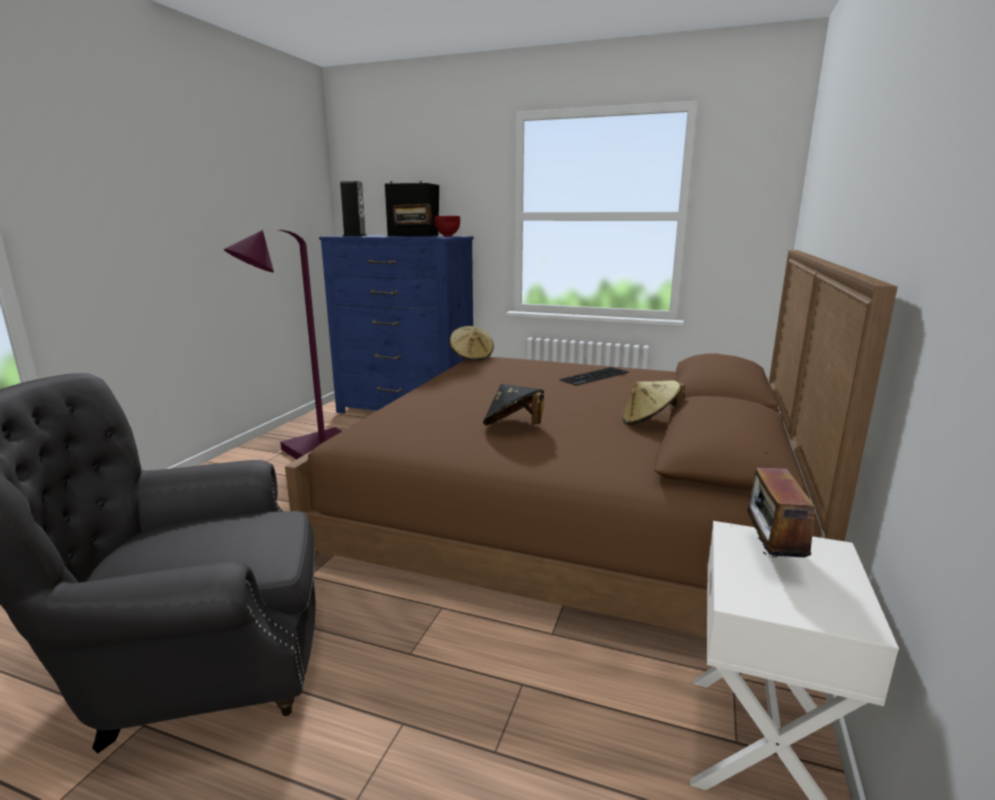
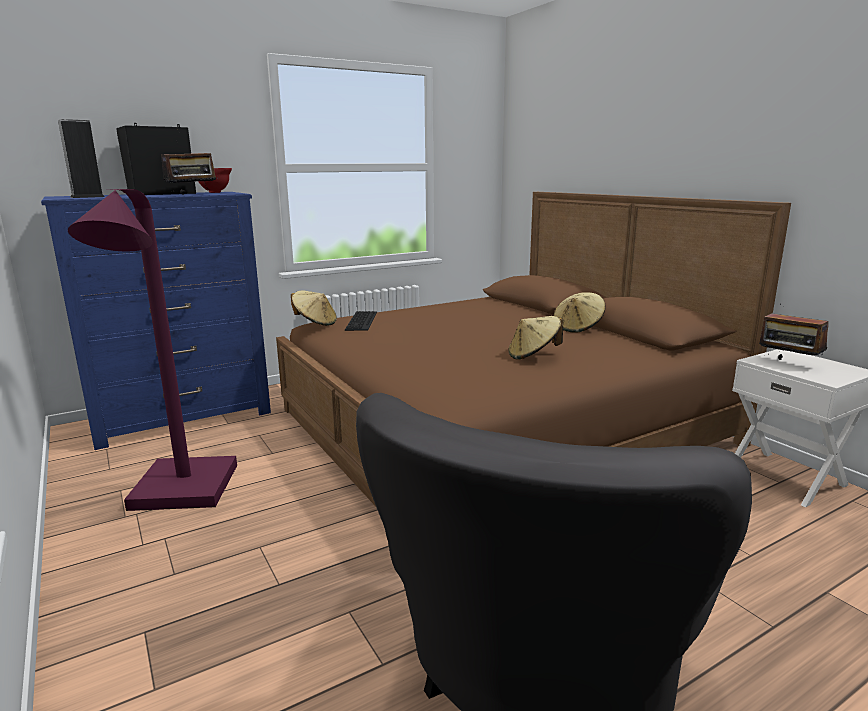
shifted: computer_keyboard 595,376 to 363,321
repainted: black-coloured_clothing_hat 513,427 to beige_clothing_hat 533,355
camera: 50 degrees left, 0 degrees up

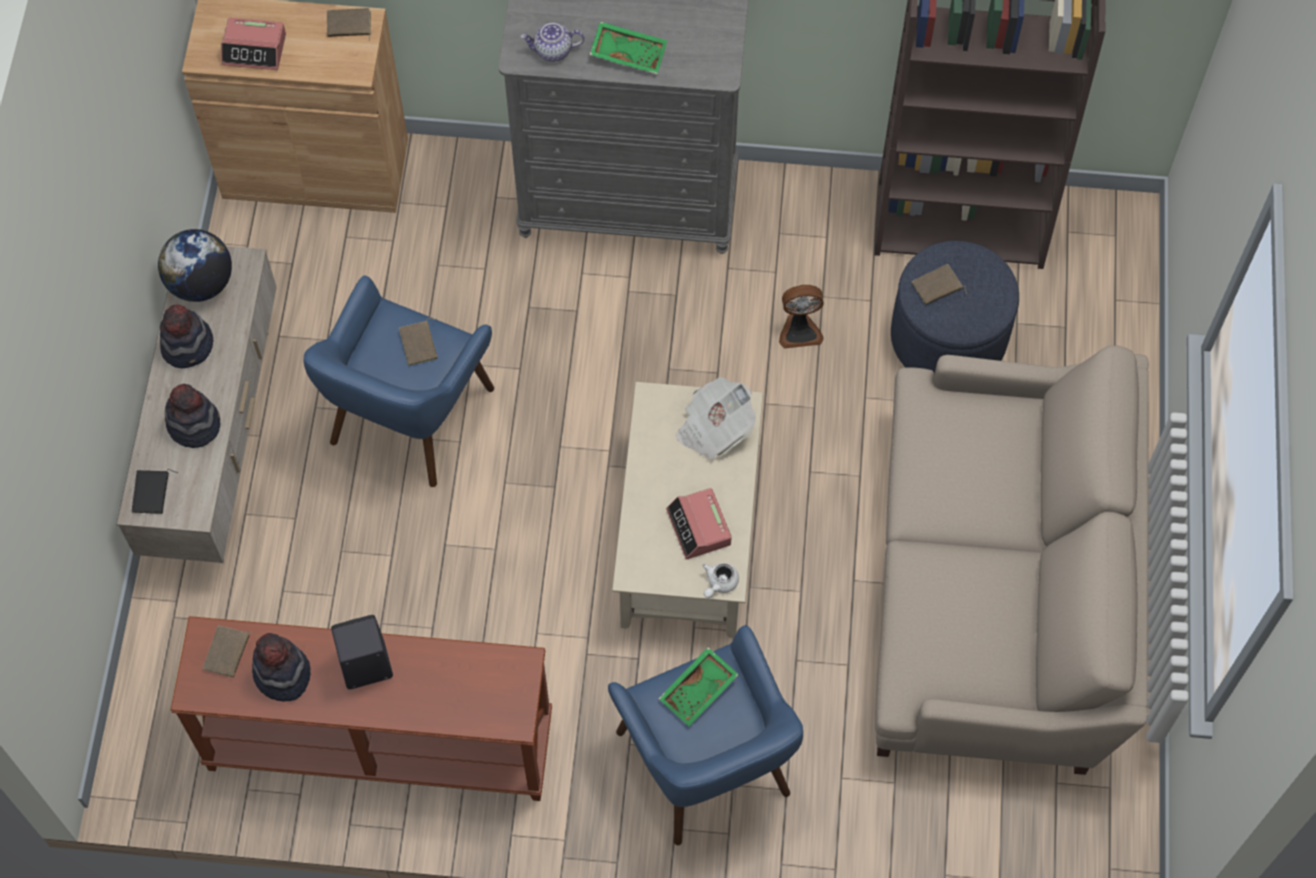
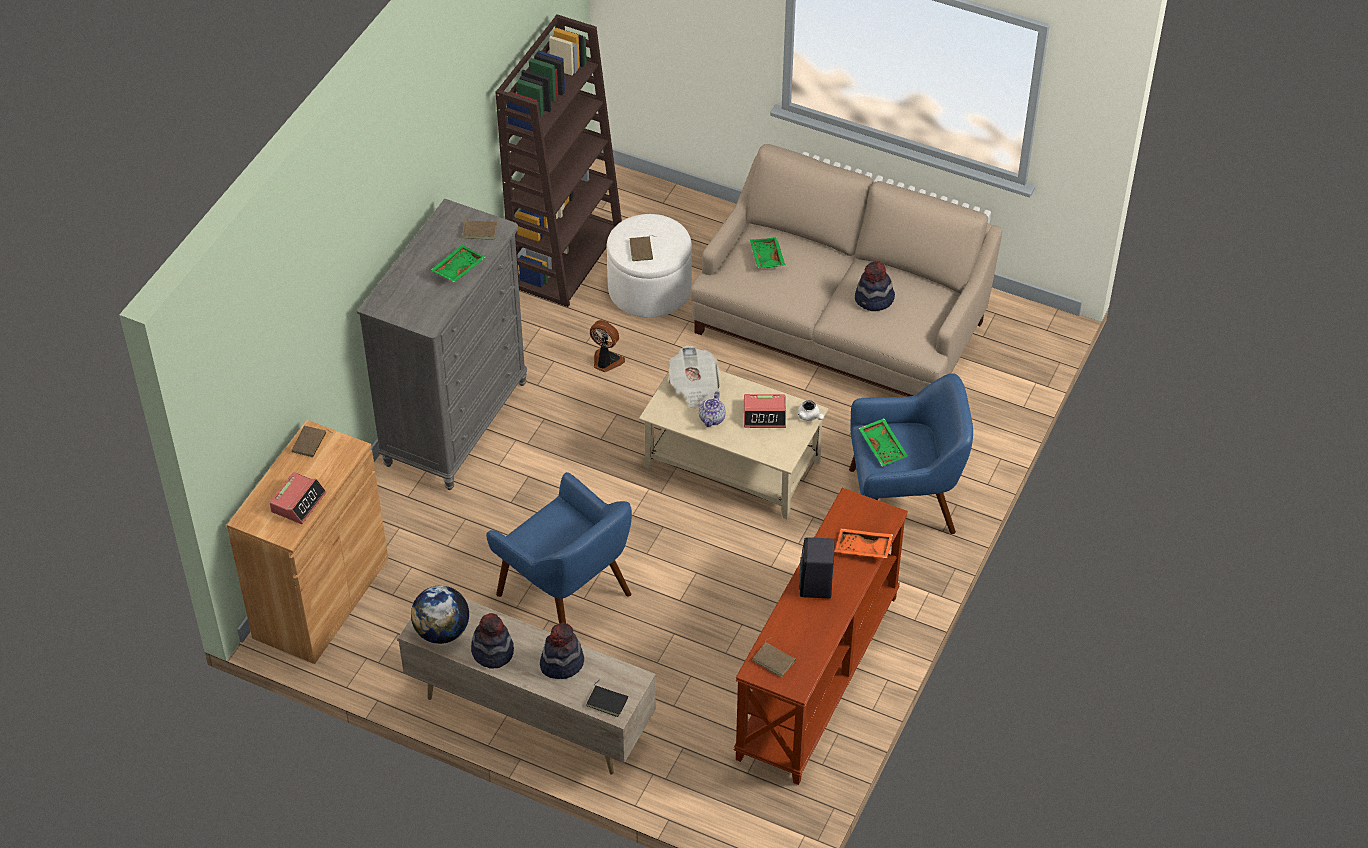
new: green_tray 766,258; orange_tray 863,549
shifted: teapot 553,51 to 712,419; brown_bound_book 420,344 to 480,230; clothing_hat 282,674 to 874,299
repainted: blue-coloured_footrest 948,337 to white_footrest 649,290
rotated: electric_fan 799,330 = 606,362 75 degrees counterclockwise
camera: 70 degrees left, 15 degrees down

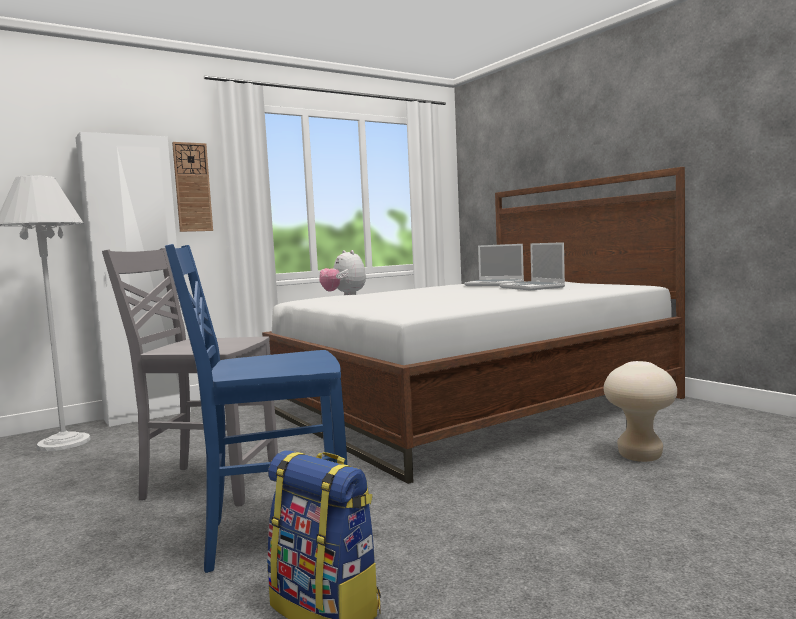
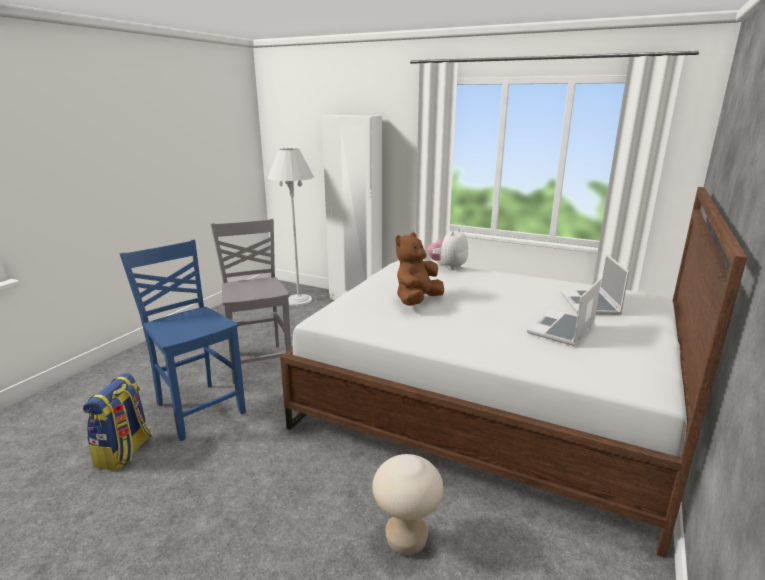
gone: clock_on_the_wall 192,187
new: brown_plush_toy 417,301
camera: 60 degrees right, 15 degrees up

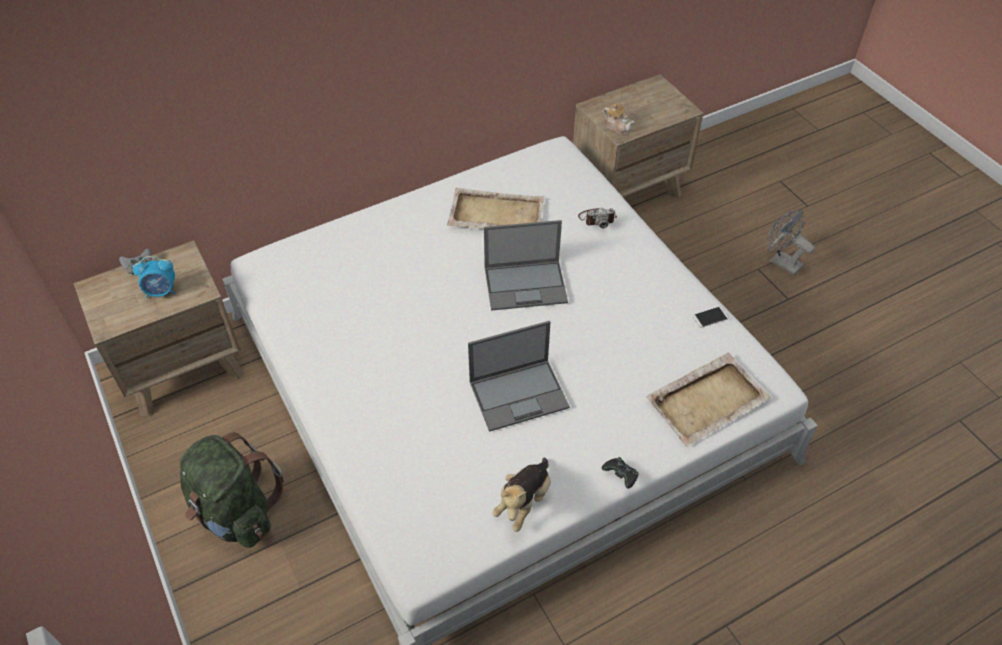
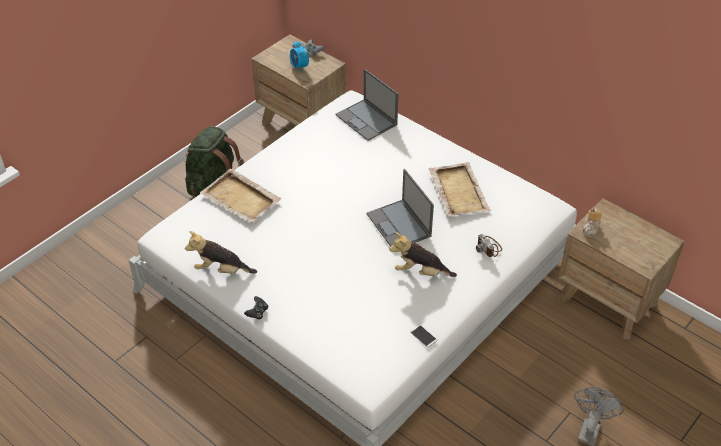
new: plush_toy 420,272
shifted: notebook_computer 519,394 to 367,120; beige_tray 708,400 to 241,198
camera: 70 degrees right, 5 degrees down

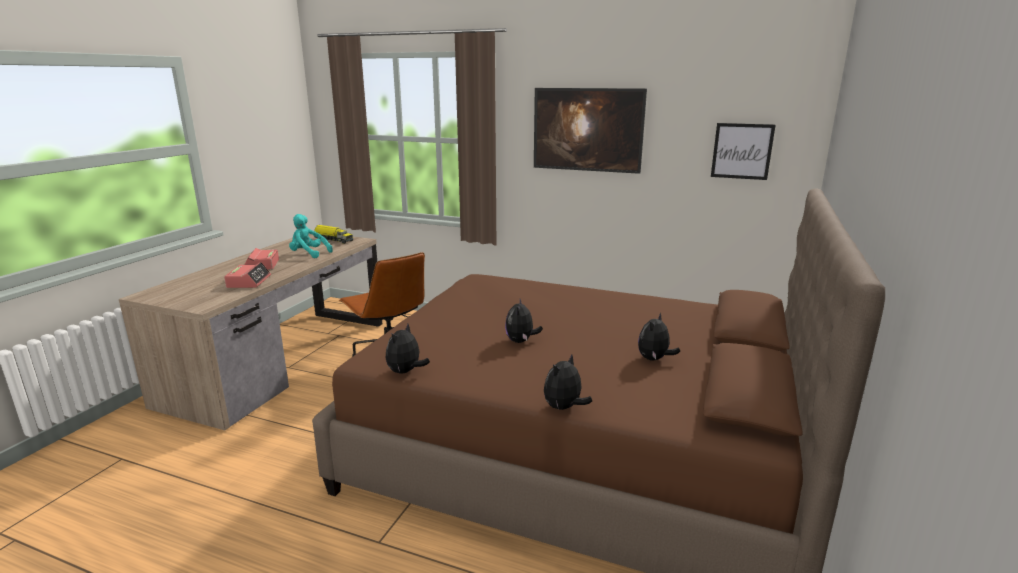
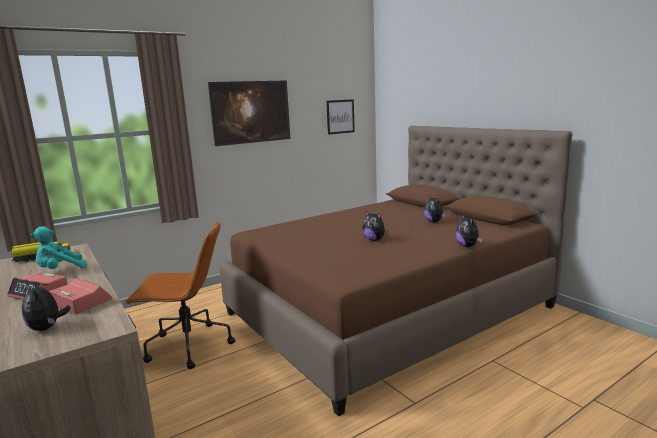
shifted: plush_toy 406,372 to 47,328
camera: 55 degrees left, 5 degrees down

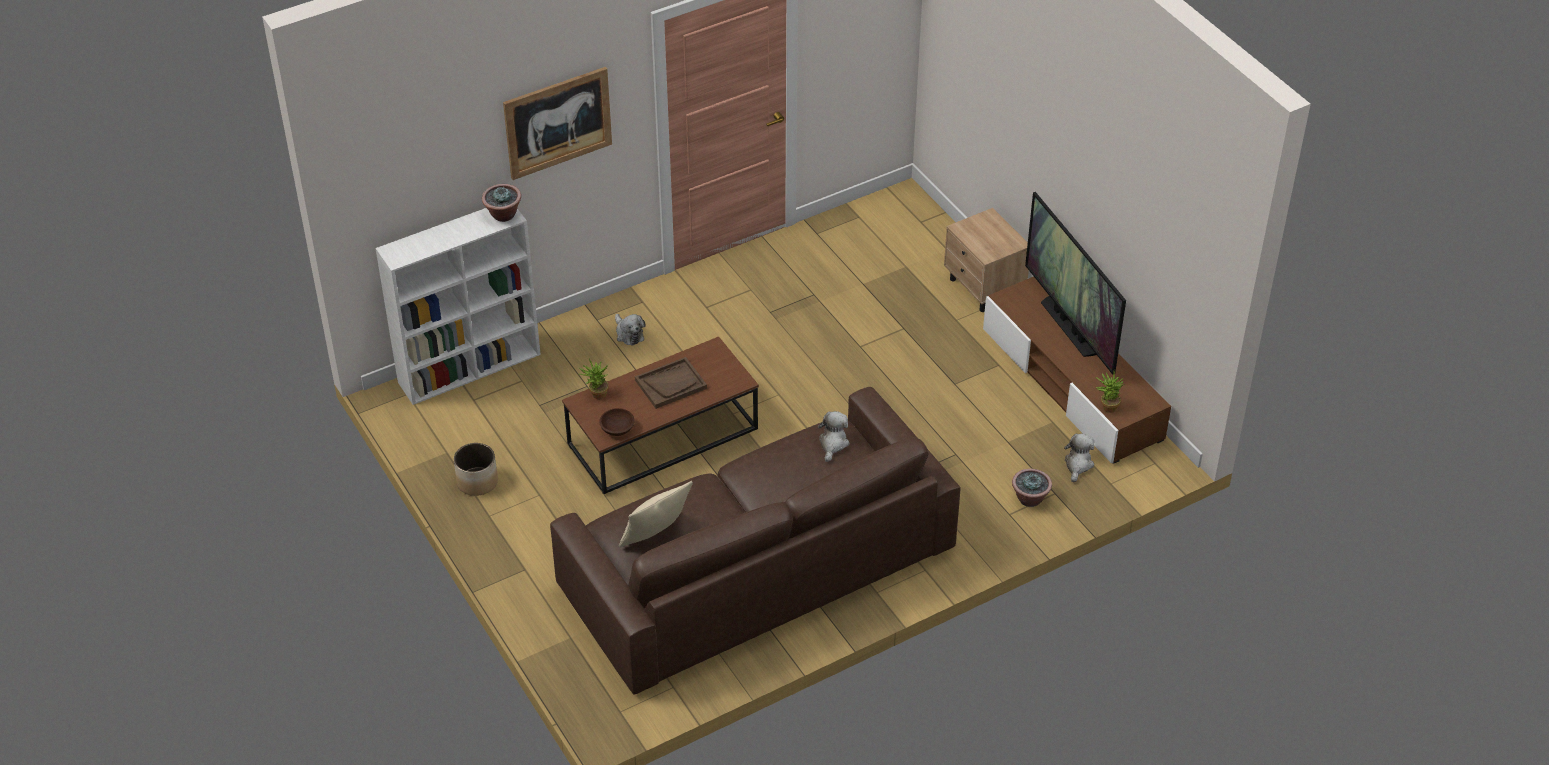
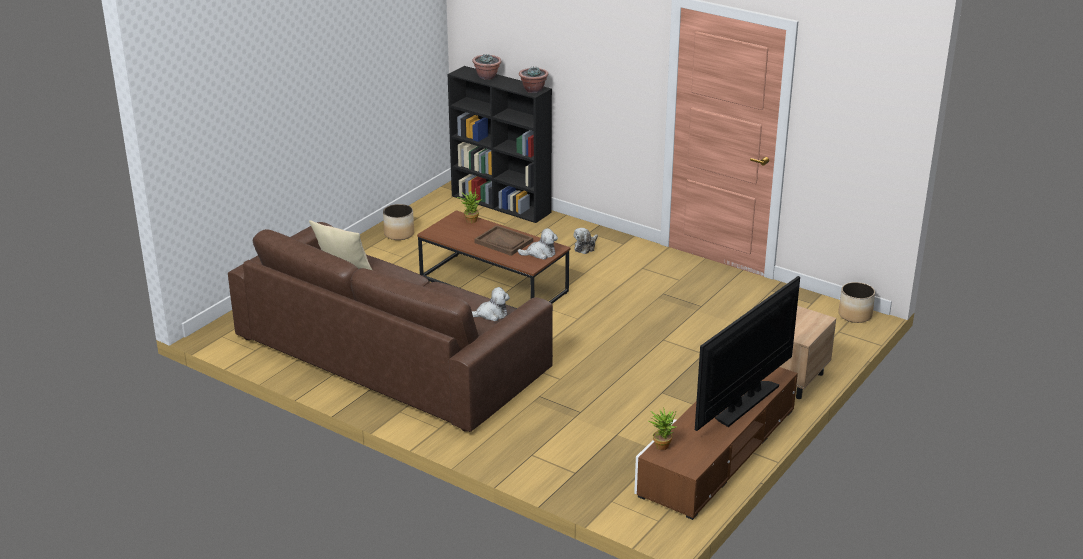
gone: wall_picture 558,122; brown_deep_dish 617,428
new: planter 855,315
shifted: plush_toy 1078,464 to 540,253; plant_in_a_pot 1030,499 to 487,76
repainted: white_shelving_unit 470,367 to black-coloured_shelving_unit 502,204
camera: 65 degrees right, 15 degrees down

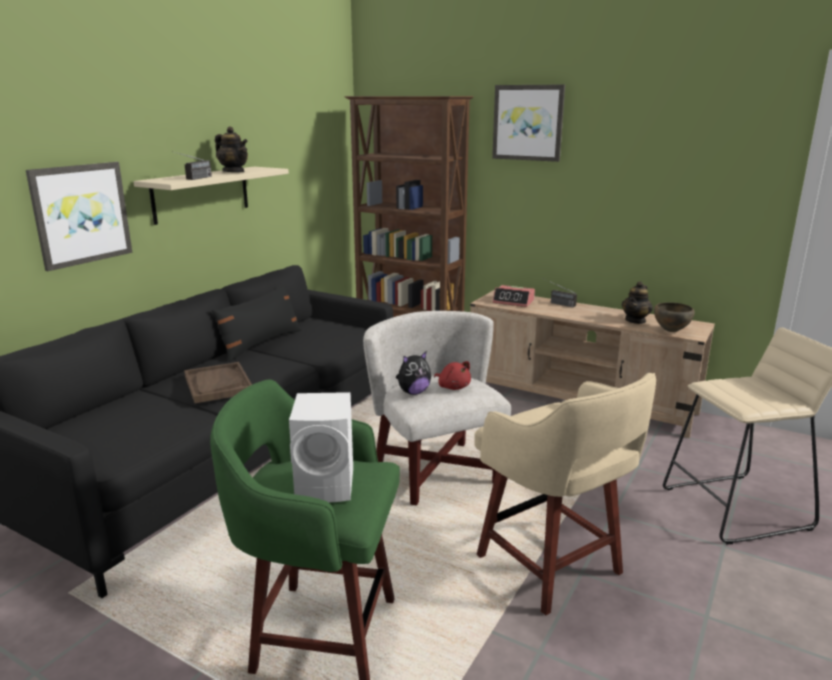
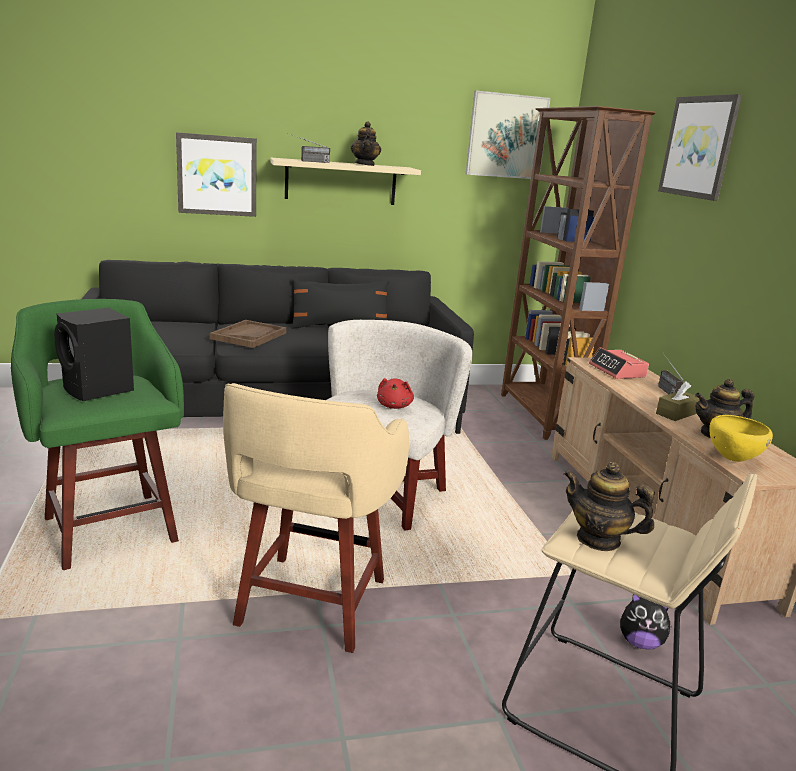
new: wall_picture 506,136; brown_tissue_holder 676,413; teapot 598,539
shifted: plush_toy 413,392 to 640,642
repainted: brown_deep_dish 670,331 to yellowish_deep_dish 731,459; white_speaker 328,485 to black-coloured_speaker 98,390
camera: 45 degrees right, 0 degrees up

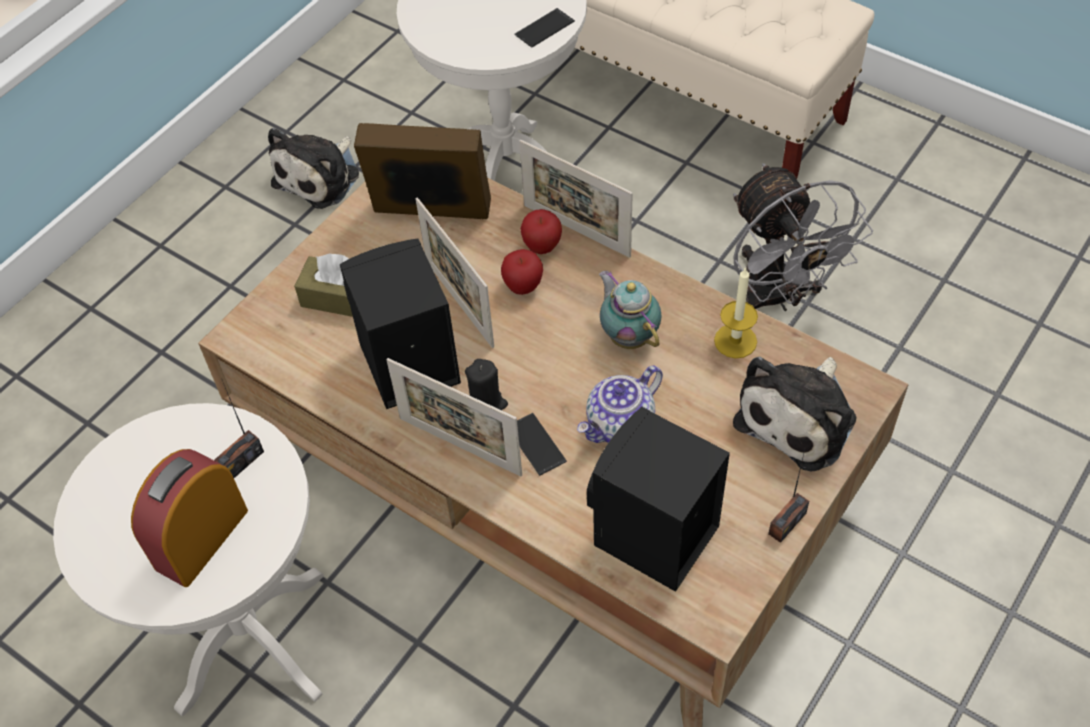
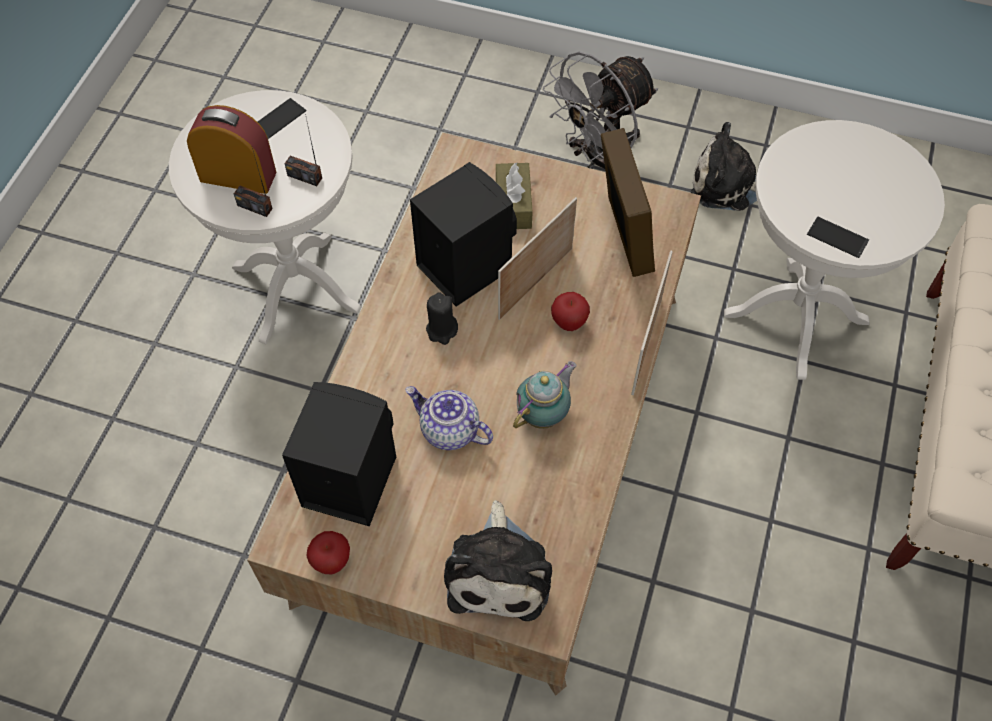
gone: wax_candle 735,341; photo_frame 460,446
shifted: greyish_electric_fan 777,298 to 598,161; whole_apple 542,247 to 332,561; phone 536,444 to 279,119; radio 787,523 to 255,207
rotated: plush_toy 800,417 = 499,570 105 degrees counterclockwise
camera: 70 degrees right, 5 degrees up

